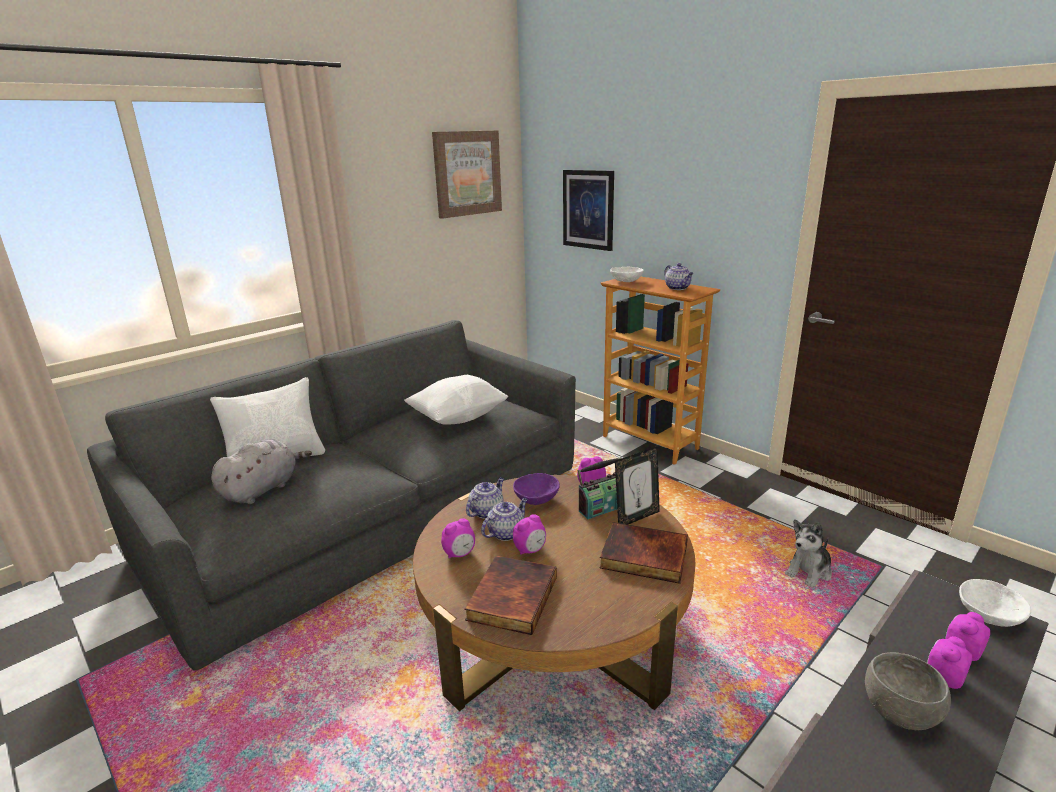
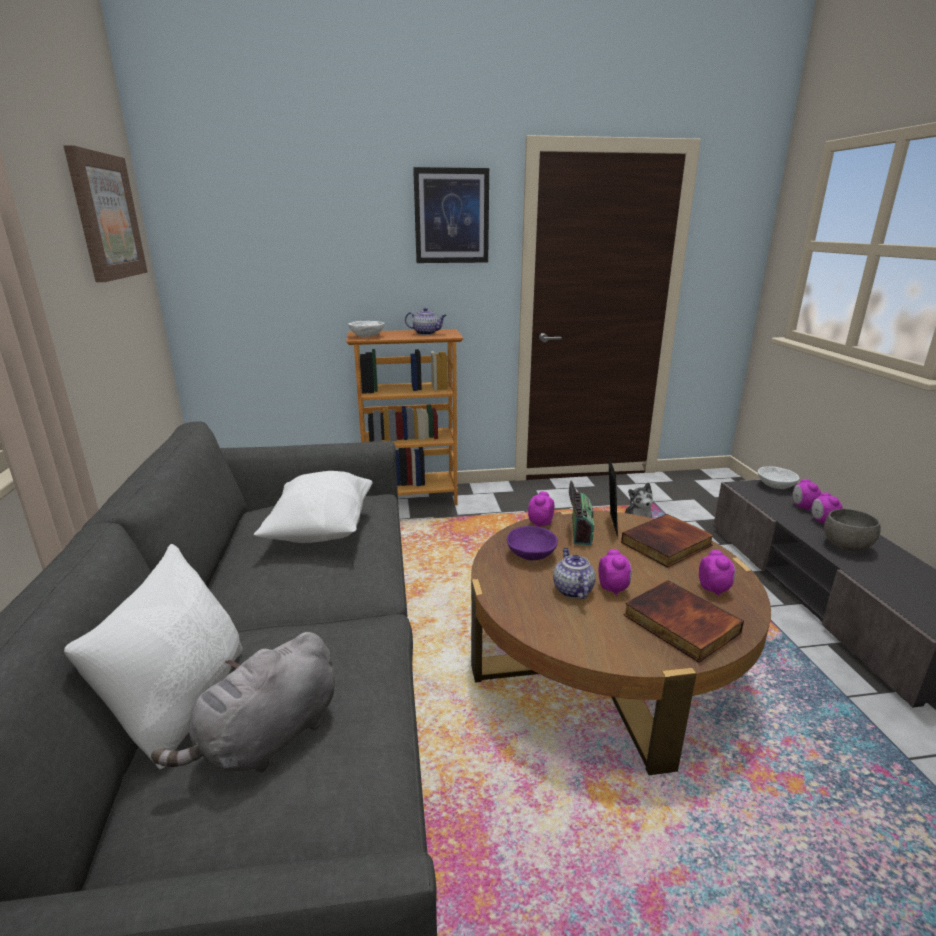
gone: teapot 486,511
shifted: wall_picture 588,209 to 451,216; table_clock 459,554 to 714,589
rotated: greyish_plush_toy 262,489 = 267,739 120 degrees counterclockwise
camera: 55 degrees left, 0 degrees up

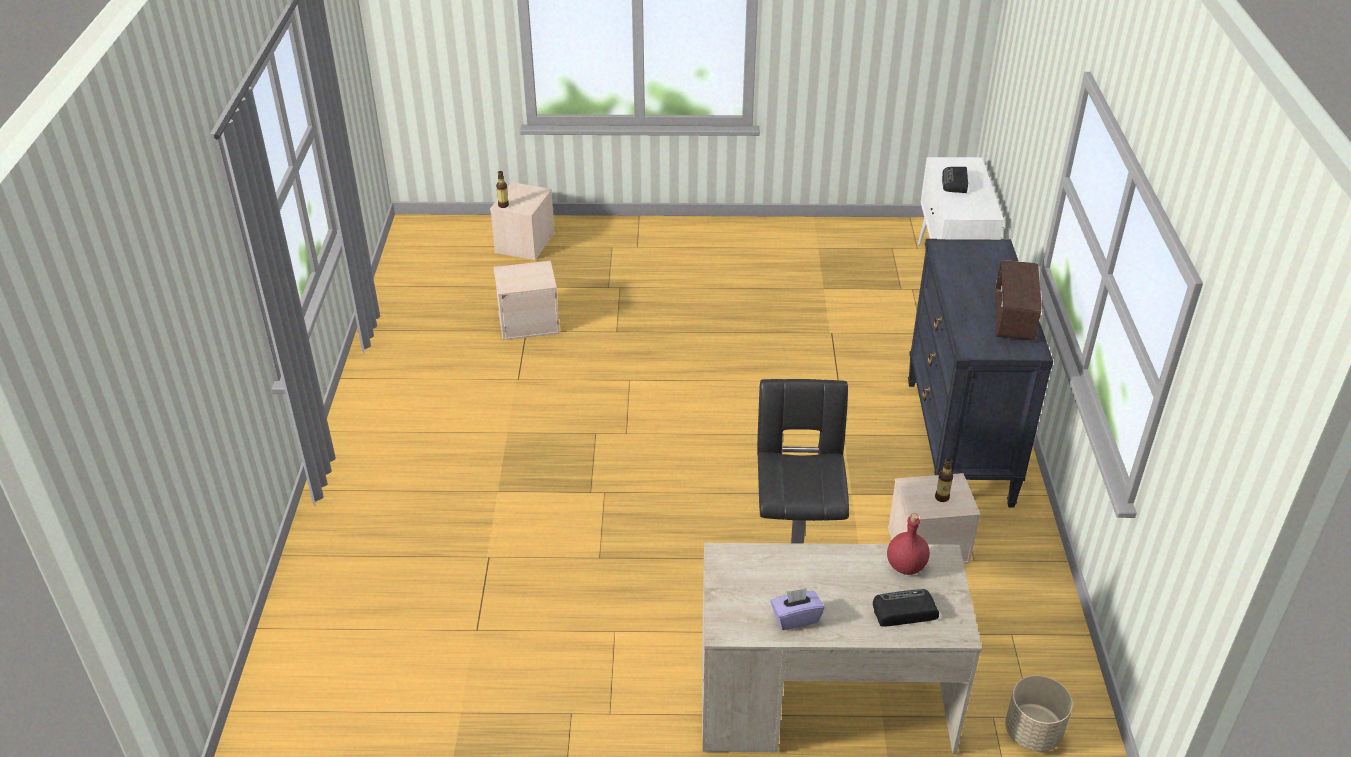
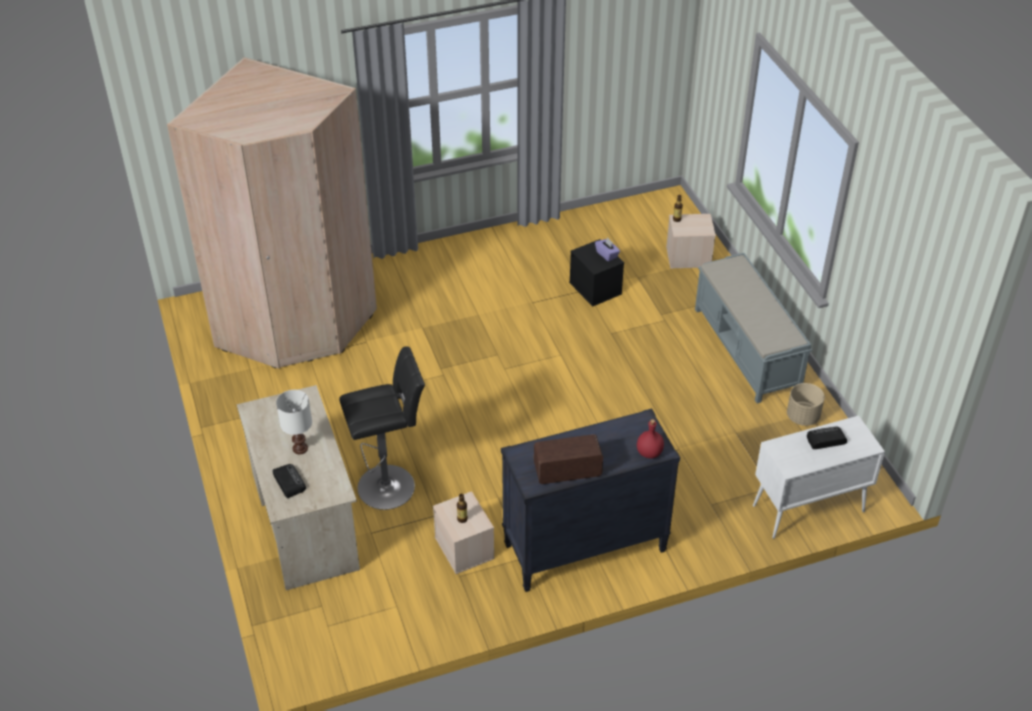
new: beige_wardrobe 296,325; greyish_bench 747,350; white_tabletop_lamp 299,449
shifted: red-coloured_drink_bottle 906,567 to 649,453; purple-coloured_tissue_holder 795,618 to 607,254; beige_planter 1033,733 to 802,417
repainted: beige_storage_container 529,322 to black-coloured_storage_container 596,288
camera: 70 degrees right, 5 degrees up

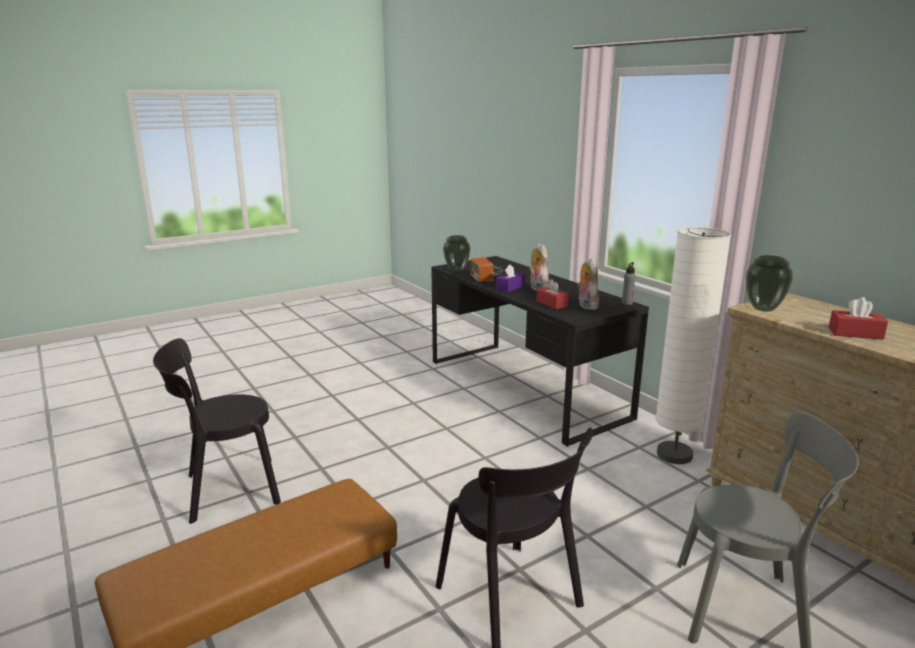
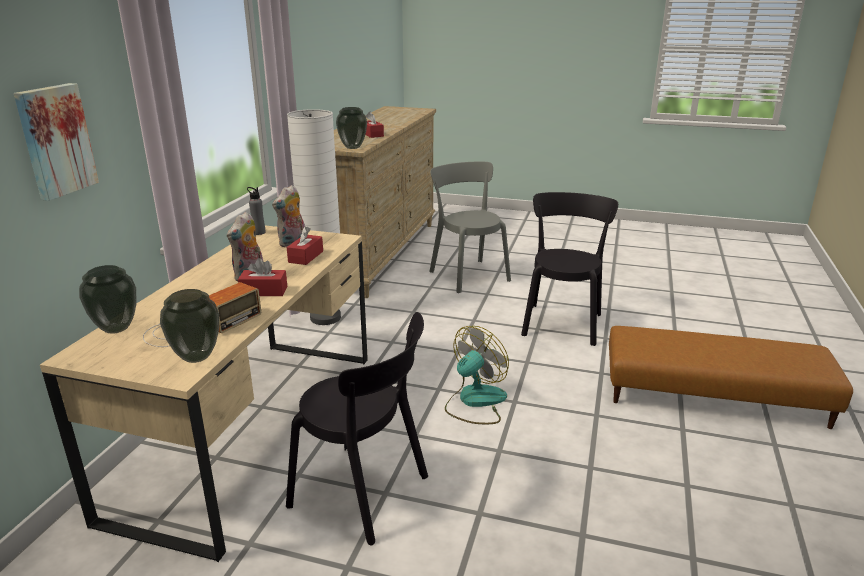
new: wall_picture 55,140; flower_vase 115,329; electric_fan 475,402
shifted: black-coloured_chair 227,490 to 364,493
repainted: black-coloured_desk_table 524,388 to beige_desk_table 253,429; purple-coloured_tissue_holder 510,287 to red-coloured_tissue_holder 264,291
camera: 130 degrees left, 5 degrees up

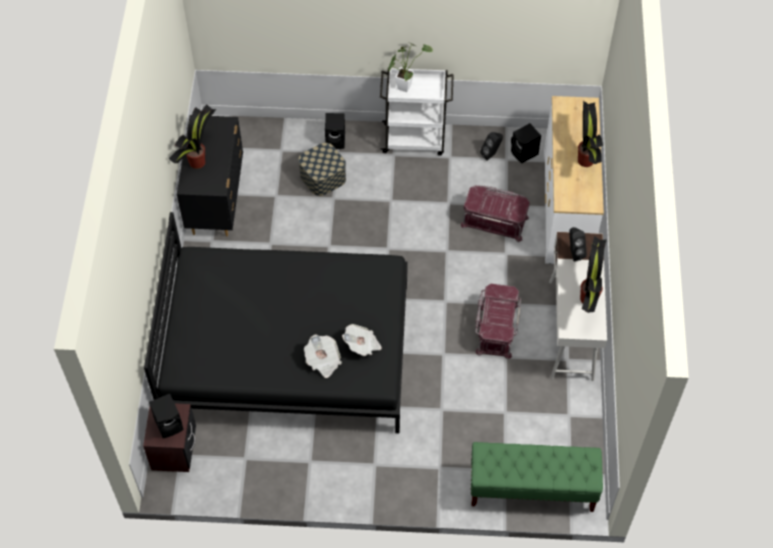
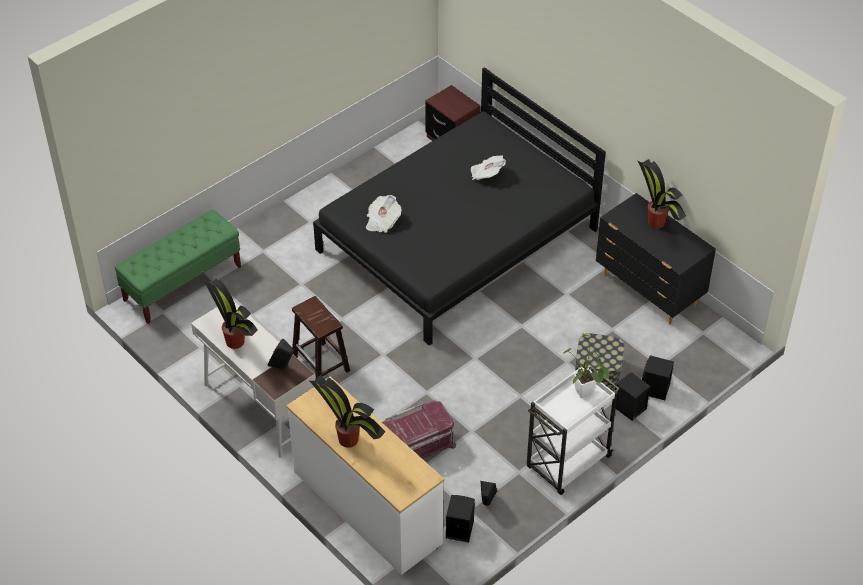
shifted: daily_paper 323,361 to 486,174; black-coloured_speaker 170,424 to 655,390
swapped: red-coloured_storage_container 496,328 to brown_sitting_stool 321,365
camera: 135 degrees right, 10 degrees down

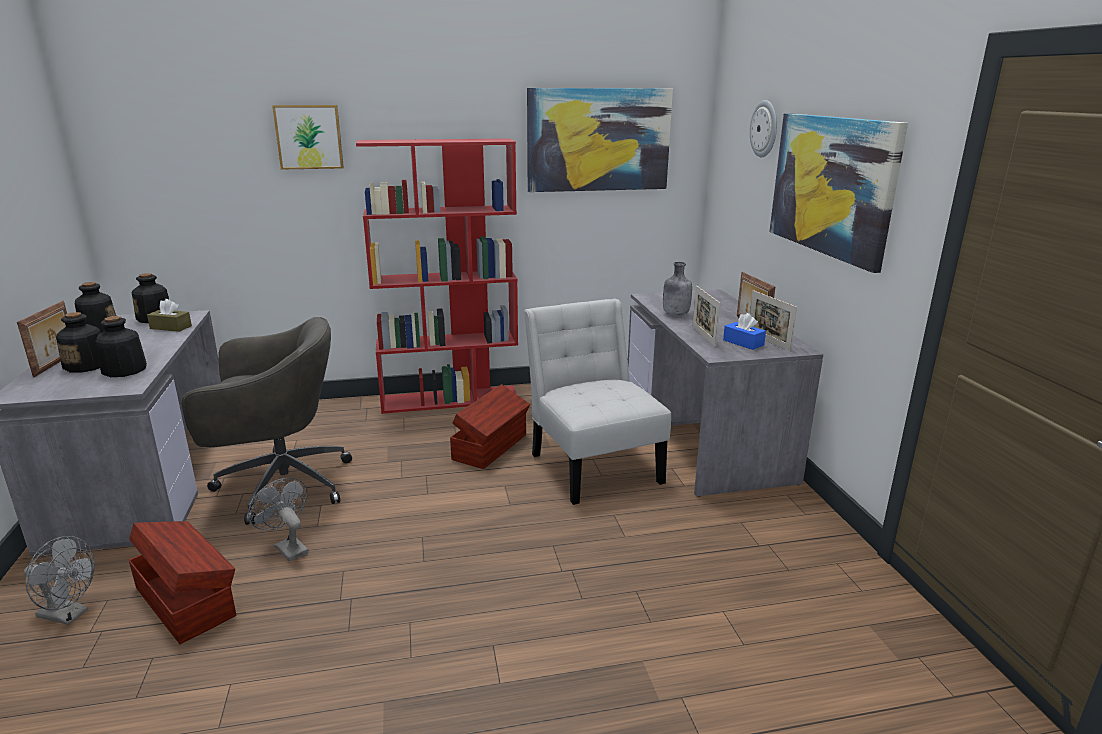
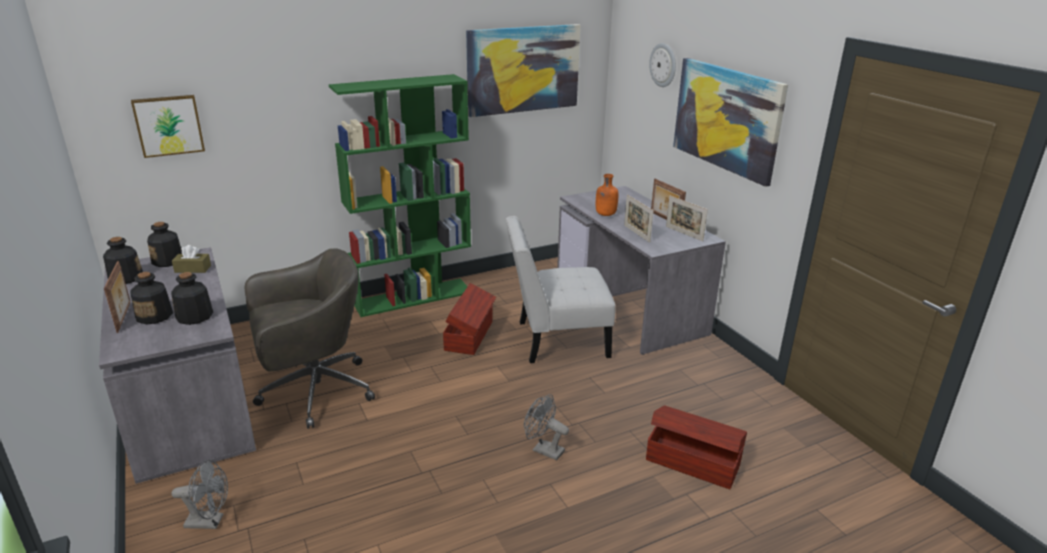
gone: blue-coloured_tissue_holder 743,343
shifted: wall_picture 309,137 to 168,125; greyish_electric_fan 287,547 to 543,449; brown_storage_container 186,600 to 692,461
repainted: red-coloured_shelving_unit 450,399 to green_shelving_unit 413,297; greyish_drink_bottle 675,314 to orange_drink_bottle 605,214
rotated: white_chair 593,465 = 556,340 60 degrees counterclockwise
camera: 15 degrees left, 5 degrees up

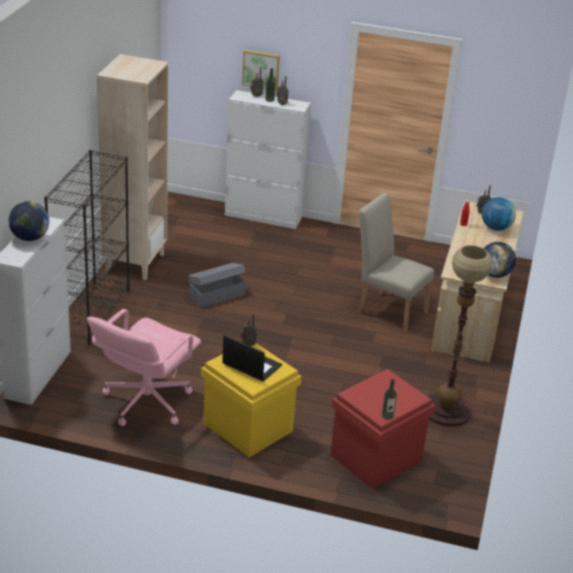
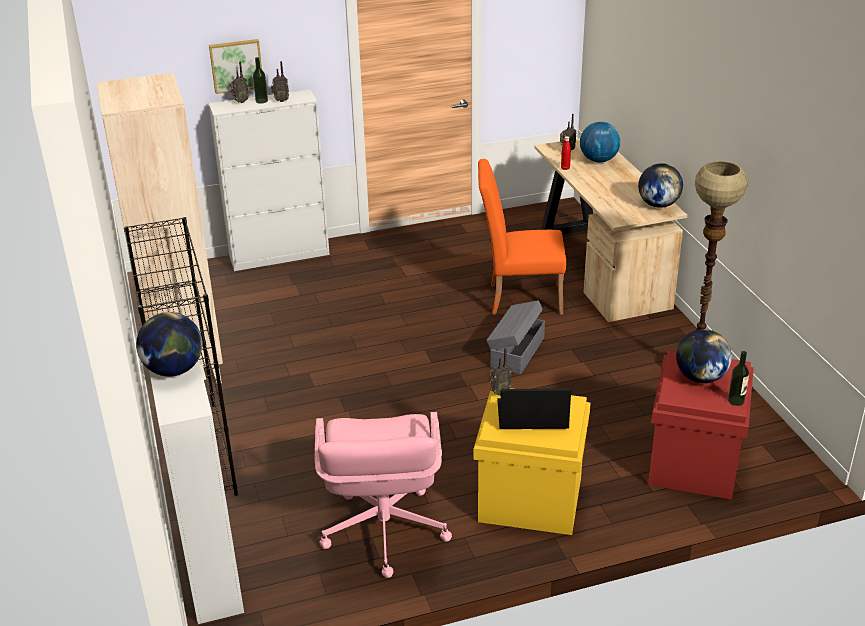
new: desk_globe 700,378
shifted: greyish_storage_container 216,295 to 516,352
repainted: beige_chair 387,309 to orange_chair 519,299
camera: 30 degrees left, 0 degrees up

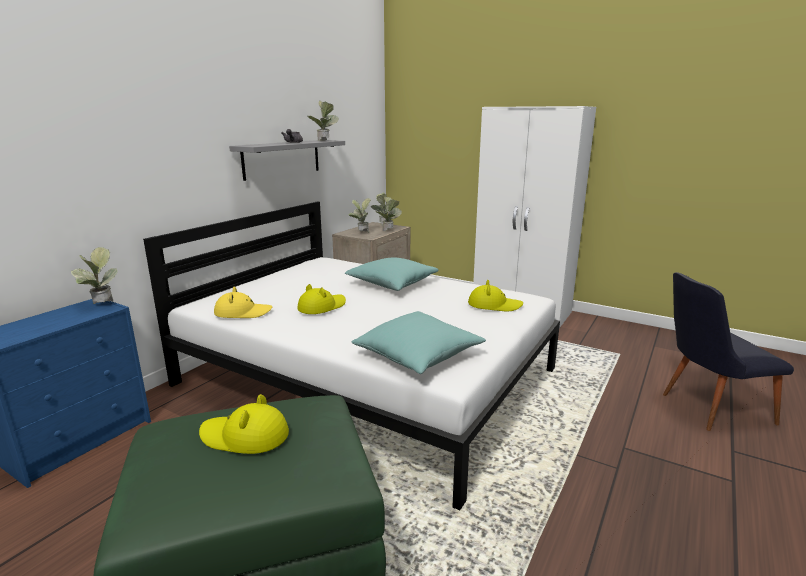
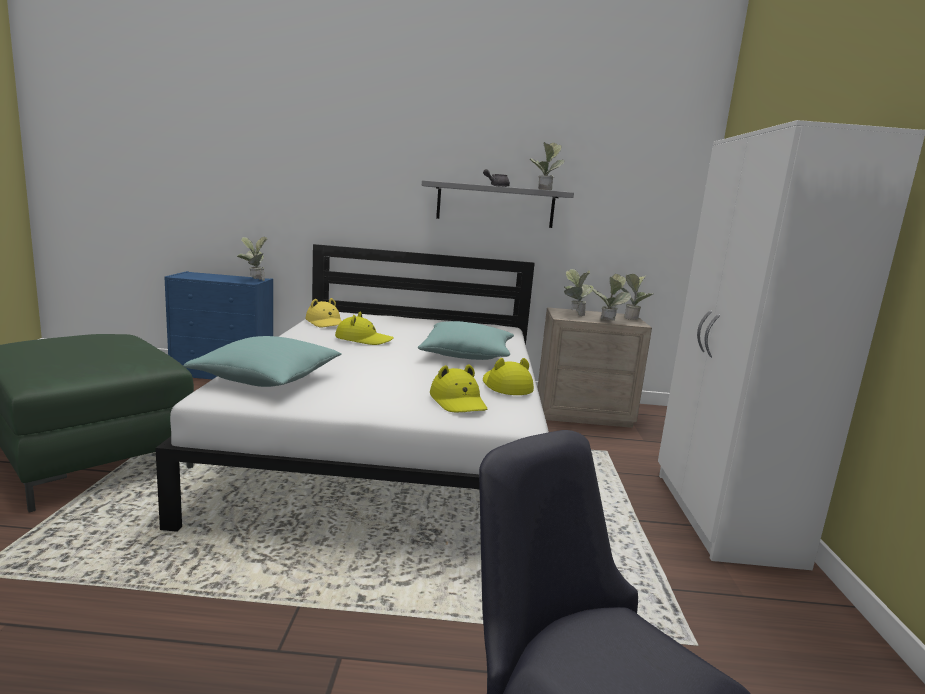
shifted: yellowish_clothing_hat 245,436 to 506,386
camera: 60 degrees right, 5 degrees down

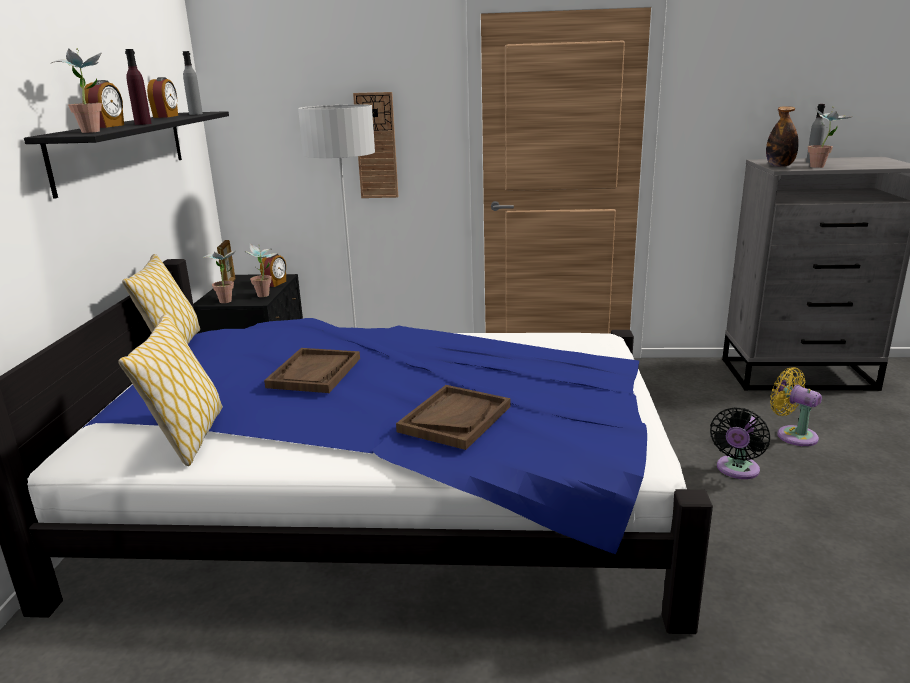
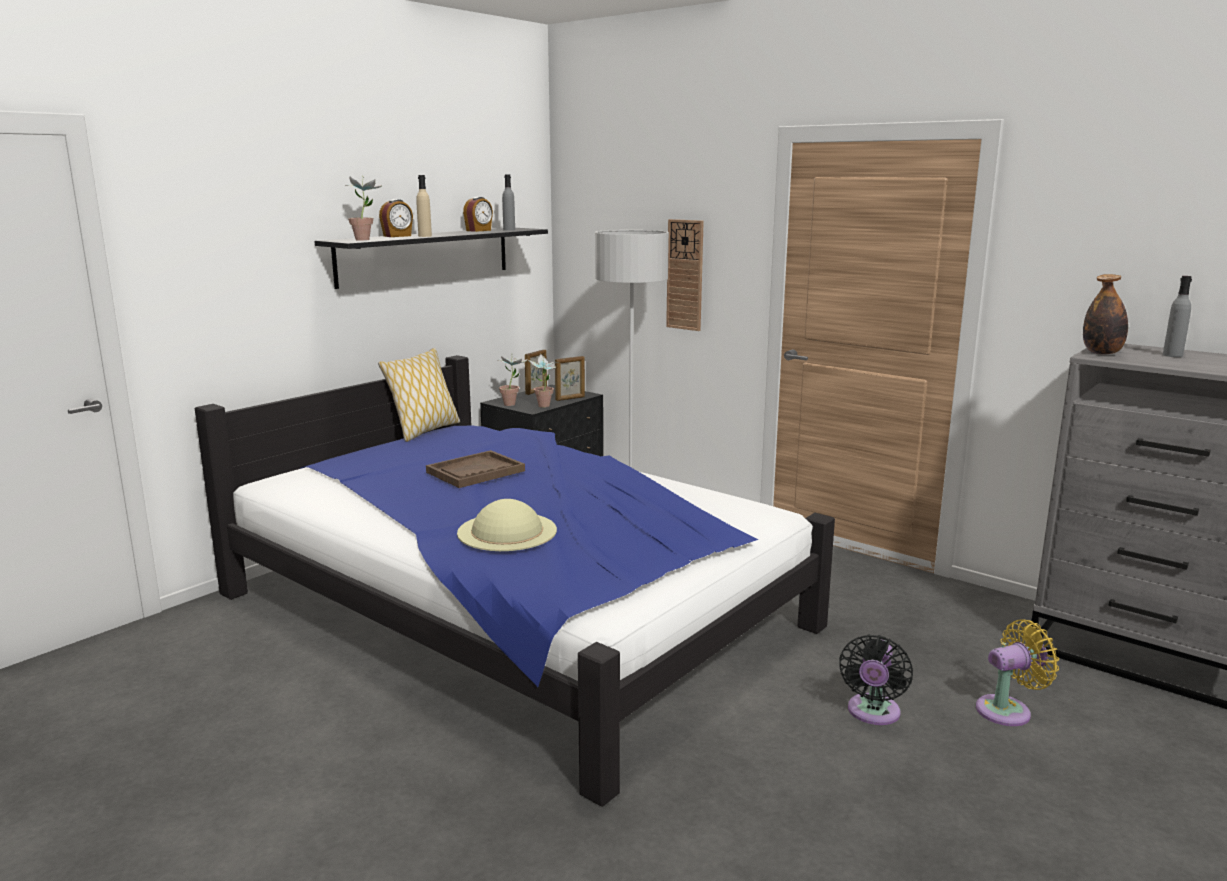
gone: plant_in_a_pot 822,166; pillow 188,438
swapped: table_clock 275,283 to photo_frame 570,398; brown_tray 455,419 to beige_clothing_hat 507,531
repainted: purple-coloured_drink_bottle 143,124 to beige_drink_bottle 425,236
rotated: yellowish_electric_fan 793,435 = 1008,710 75 degrees clockwise; black-coloured_electric_fan 736,470 = 872,713 45 degrees counterclockwise
camera: 35 degrees right, 5 degrees down

